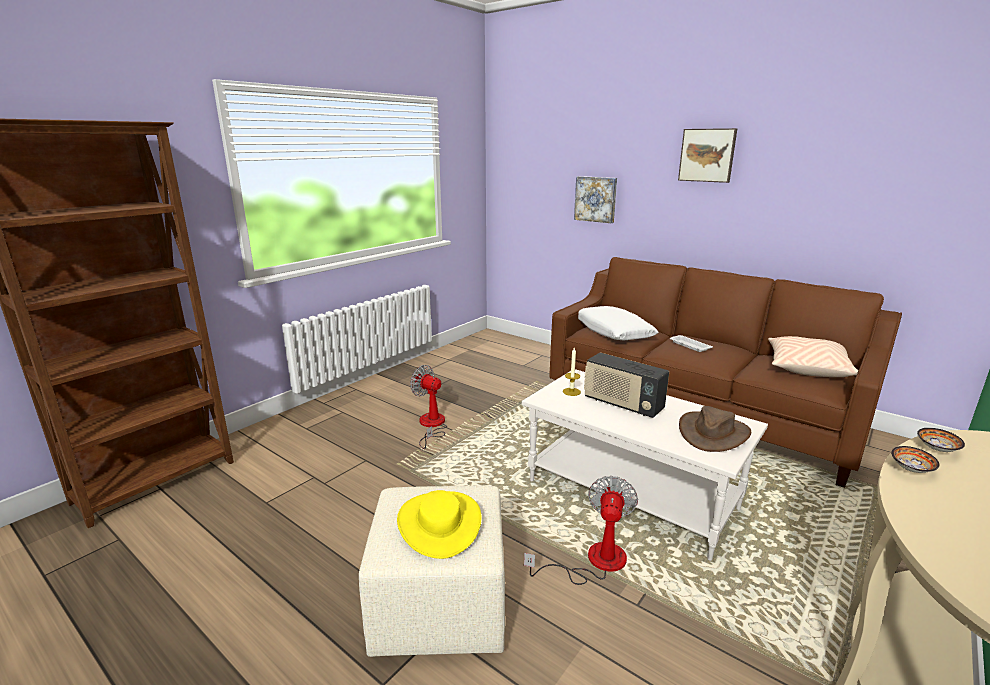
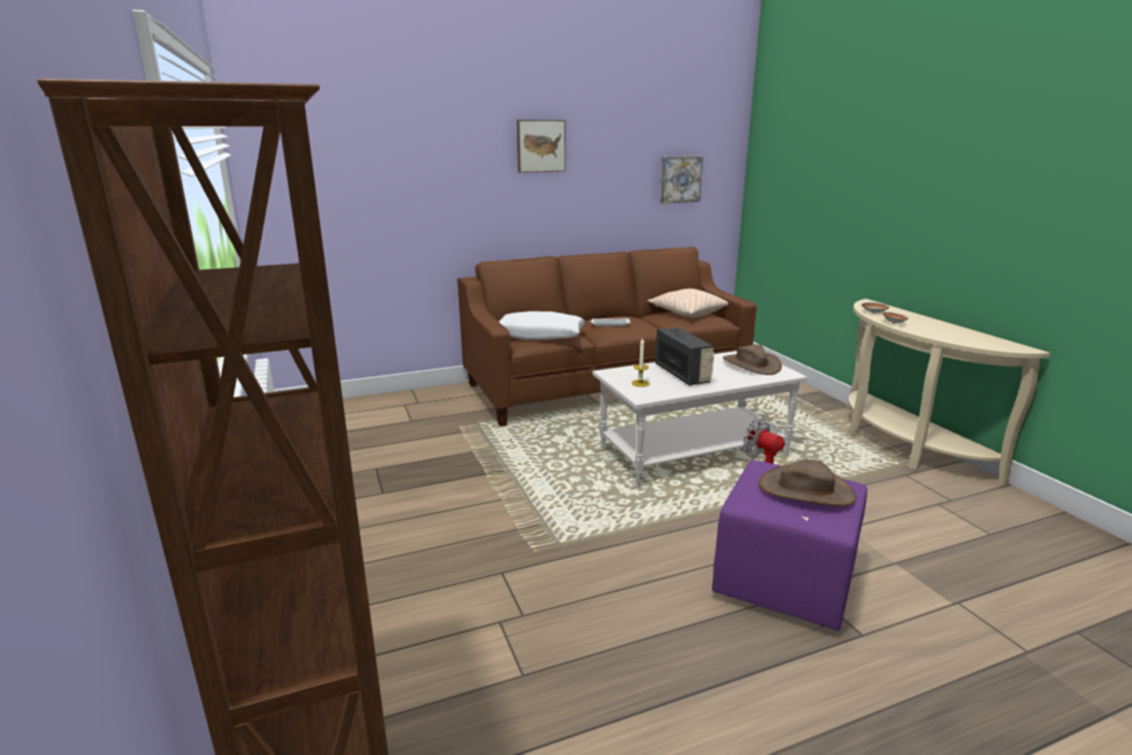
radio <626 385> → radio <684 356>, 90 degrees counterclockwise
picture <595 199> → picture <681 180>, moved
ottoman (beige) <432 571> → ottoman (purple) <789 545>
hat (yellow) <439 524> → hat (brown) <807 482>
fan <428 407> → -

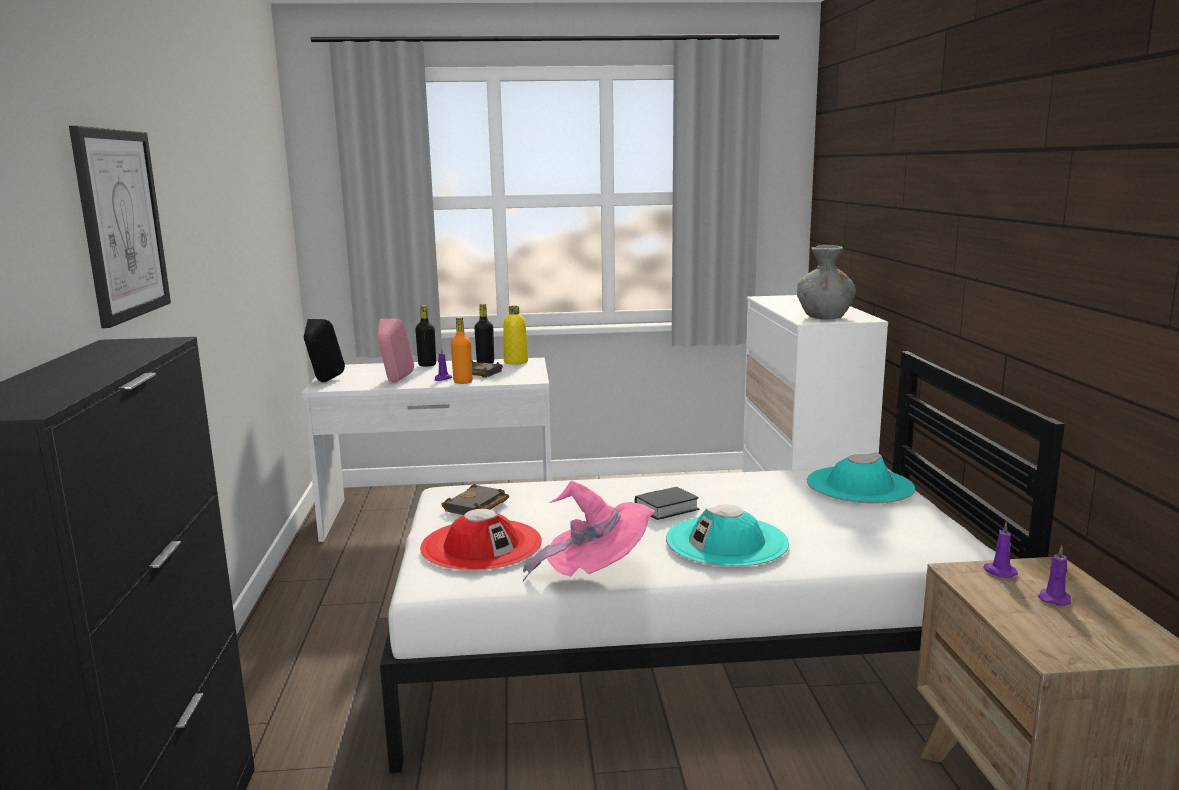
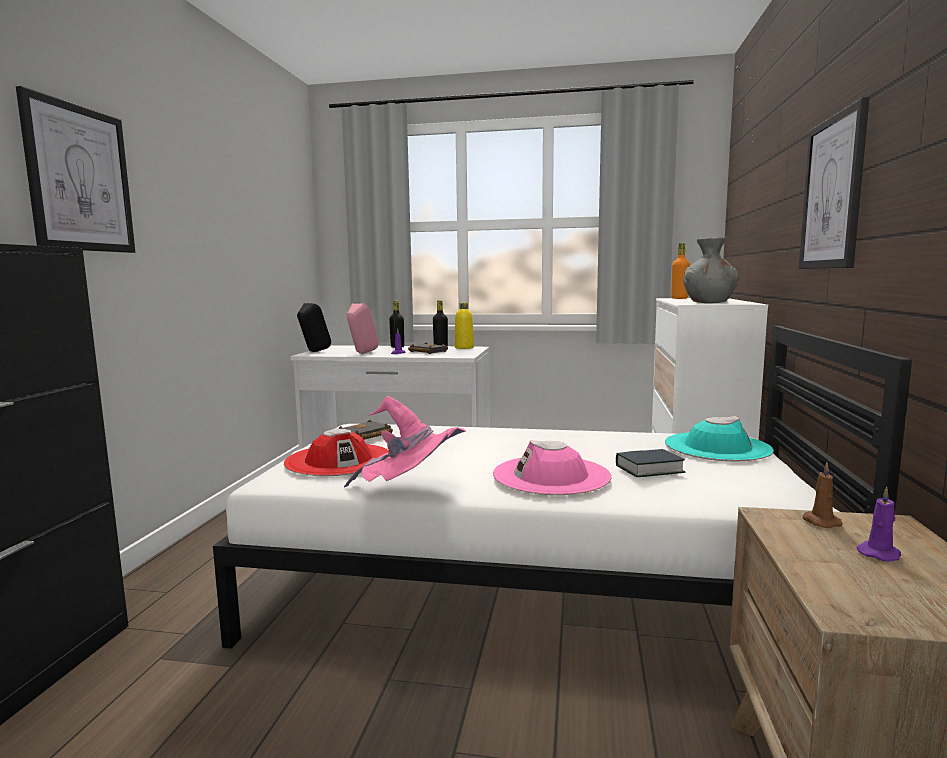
hat (turquoise) <727 536> → hat (pink) <552 468>
book <667 503> → book <651 463>, moved
bottle (orange) <461 350> → bottle (orange) <680 271>, moved
- → picture <834 183>
candle (purple) <1000 550> → candle (brown) <823 495>

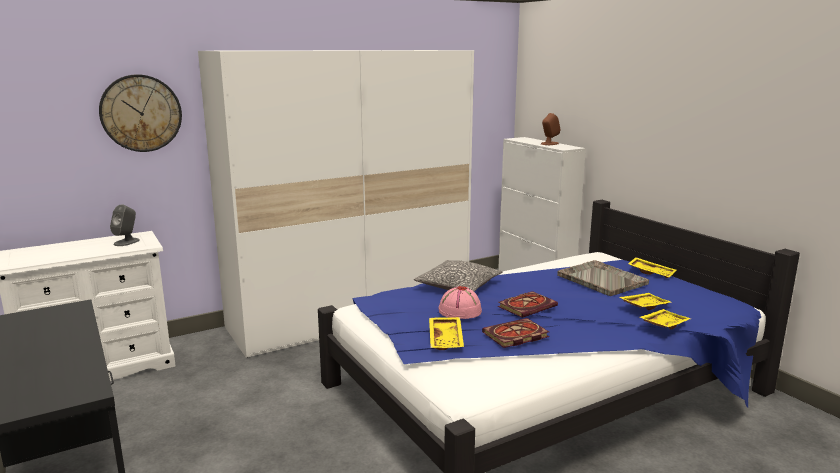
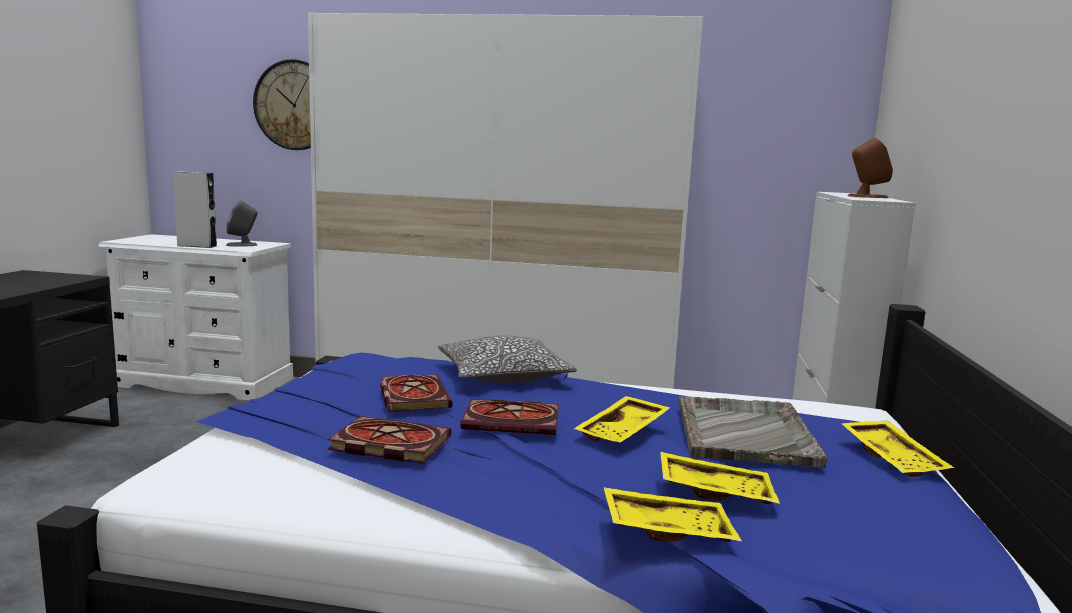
- → speaker (grey) <195 210>
hat (pink) <460 302> → book <416 393>
tray (yellow) <446 333> → tray (yellow) <622 419>, moved

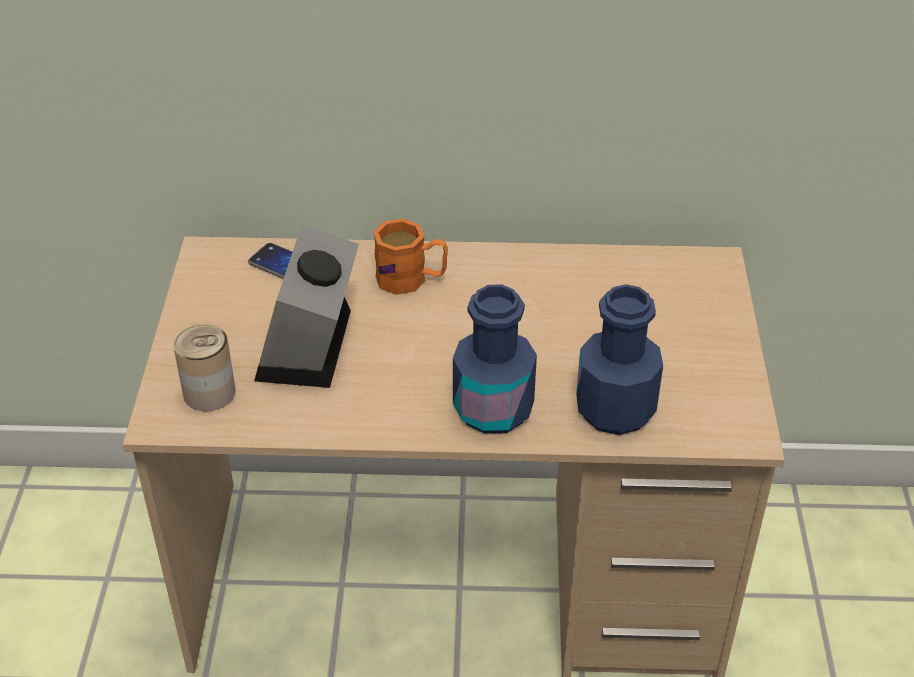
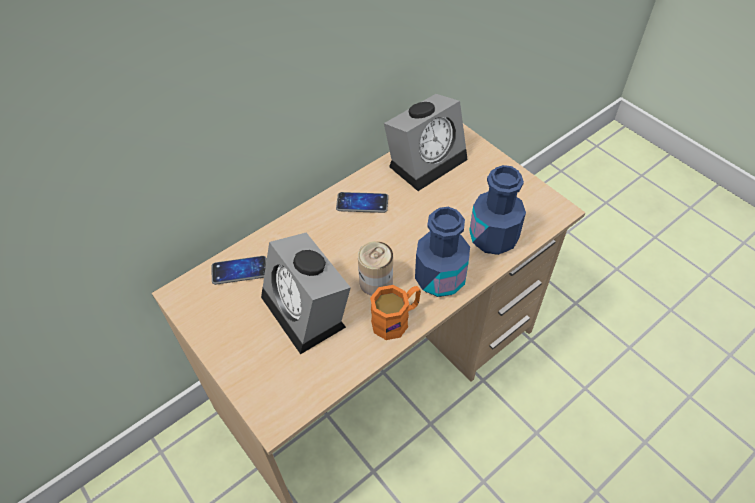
- → phone <362 202>
can <204 367> → can <375 268>, moved
mug (orange) <410 257> → mug (orange) <395 312>, moved
- → alarm clock <426 142>

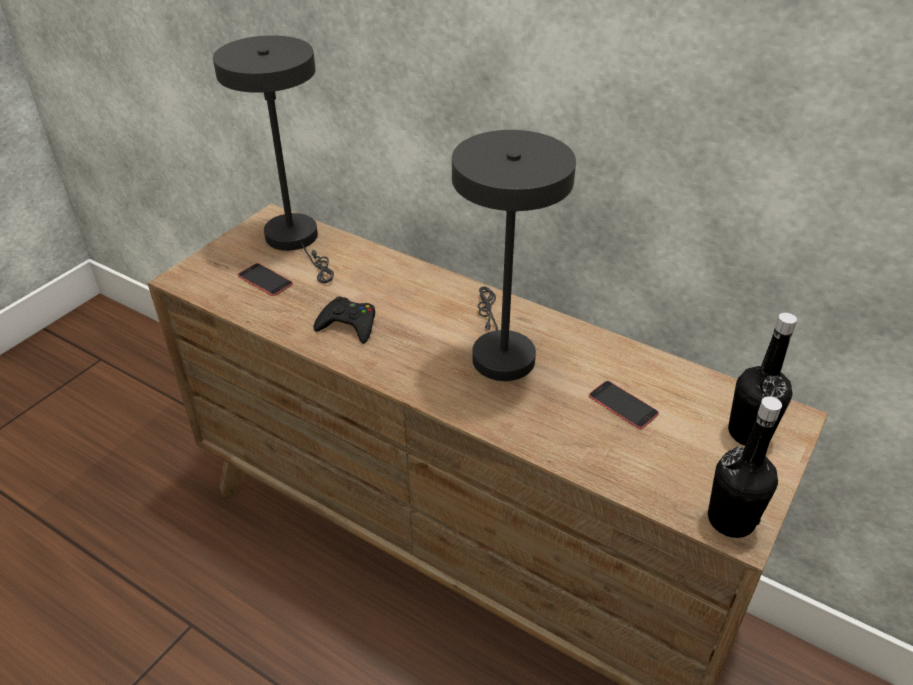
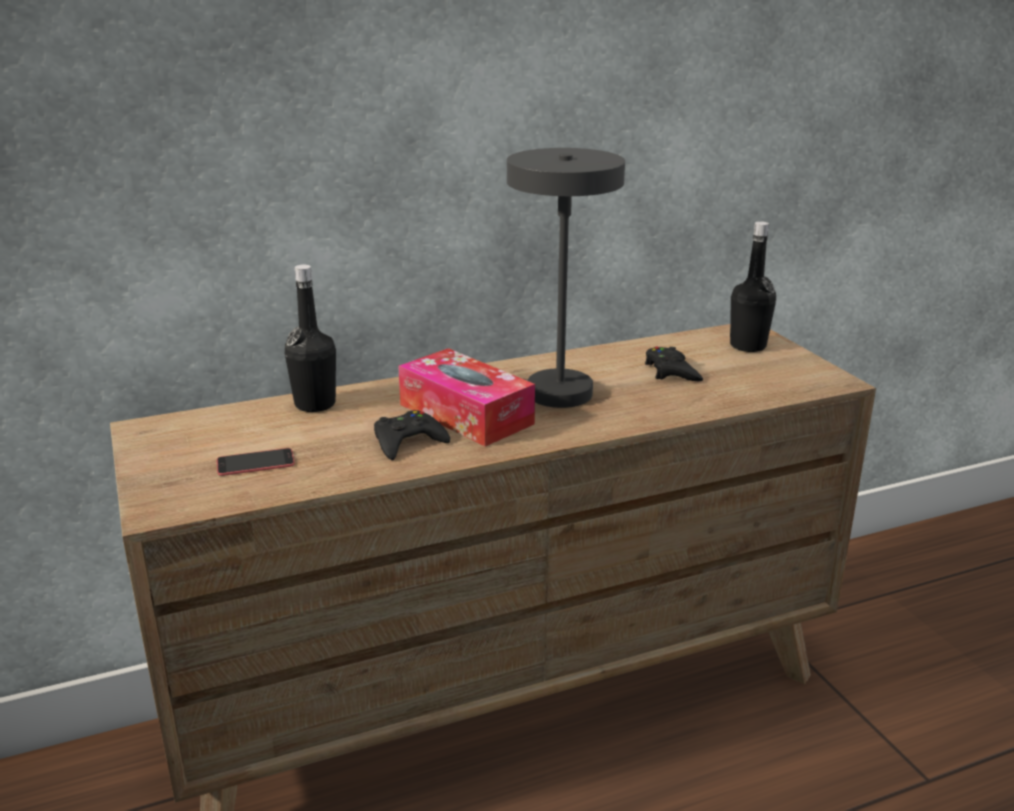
bottle (black) <745 467> → bottle (black) <310 338>, moved
- → tissue box <466 397>
phone <624 405> → game controller (black) <674 364>
table lamp (grey) <273 159> → -

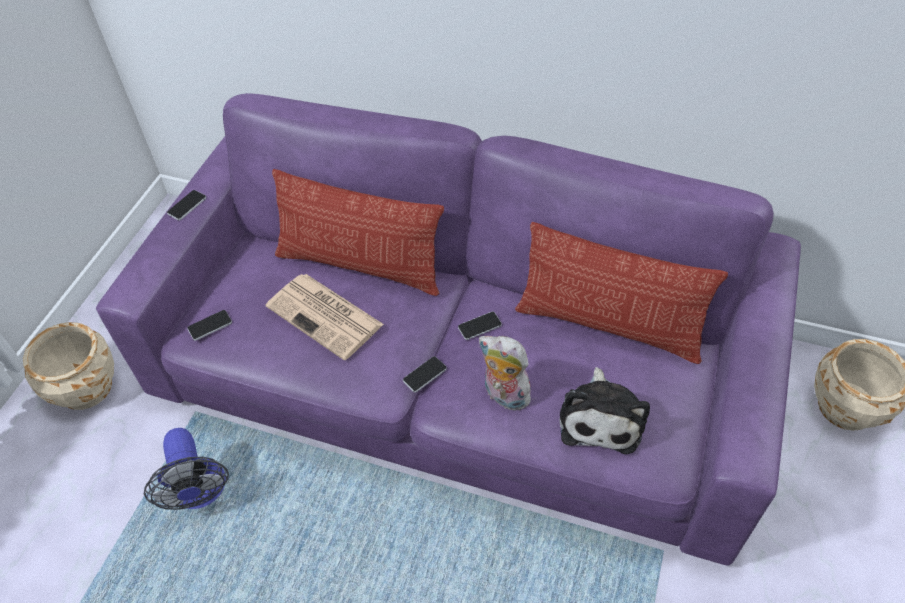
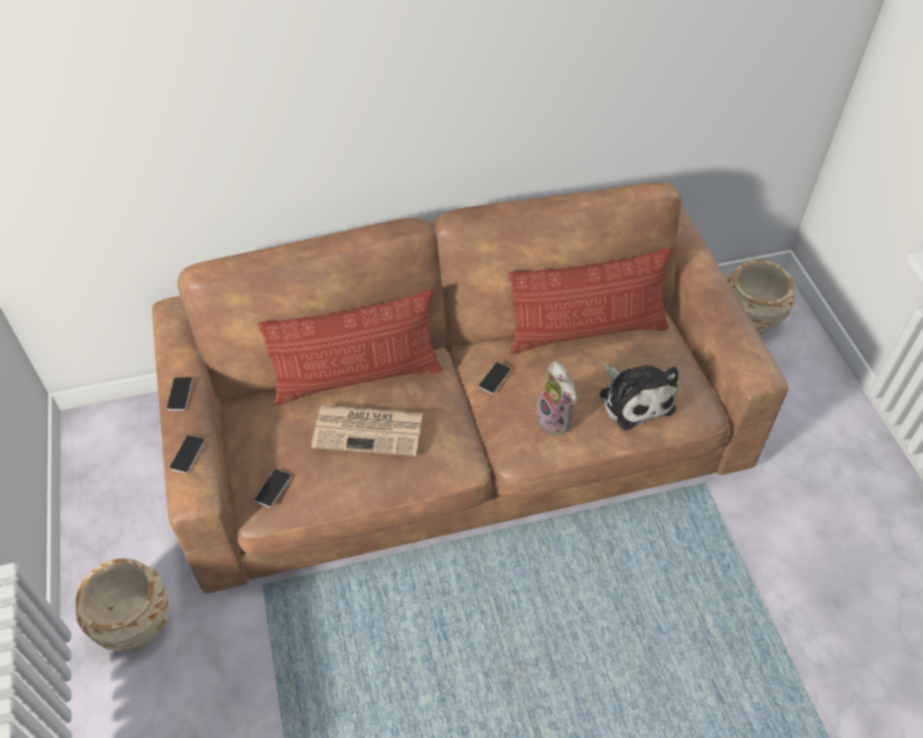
sofa (purple) <448 329> → sofa (brown) <470 388>
phone <425 374> → phone <187 454>, moved
plush toy <505 373> → plush toy <556 398>, 120 degrees counterclockwise
fan <186 469> → -

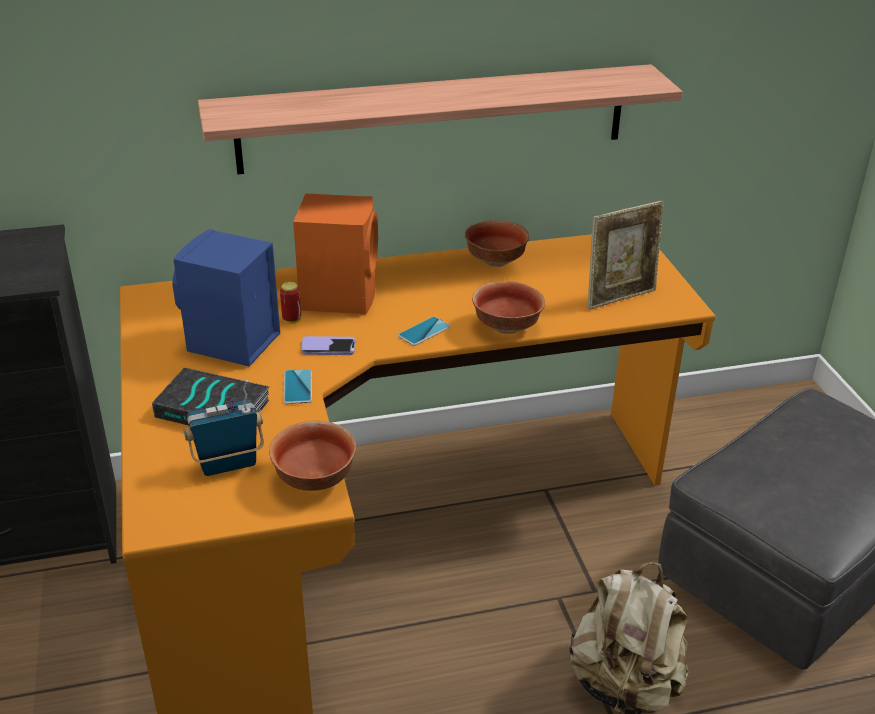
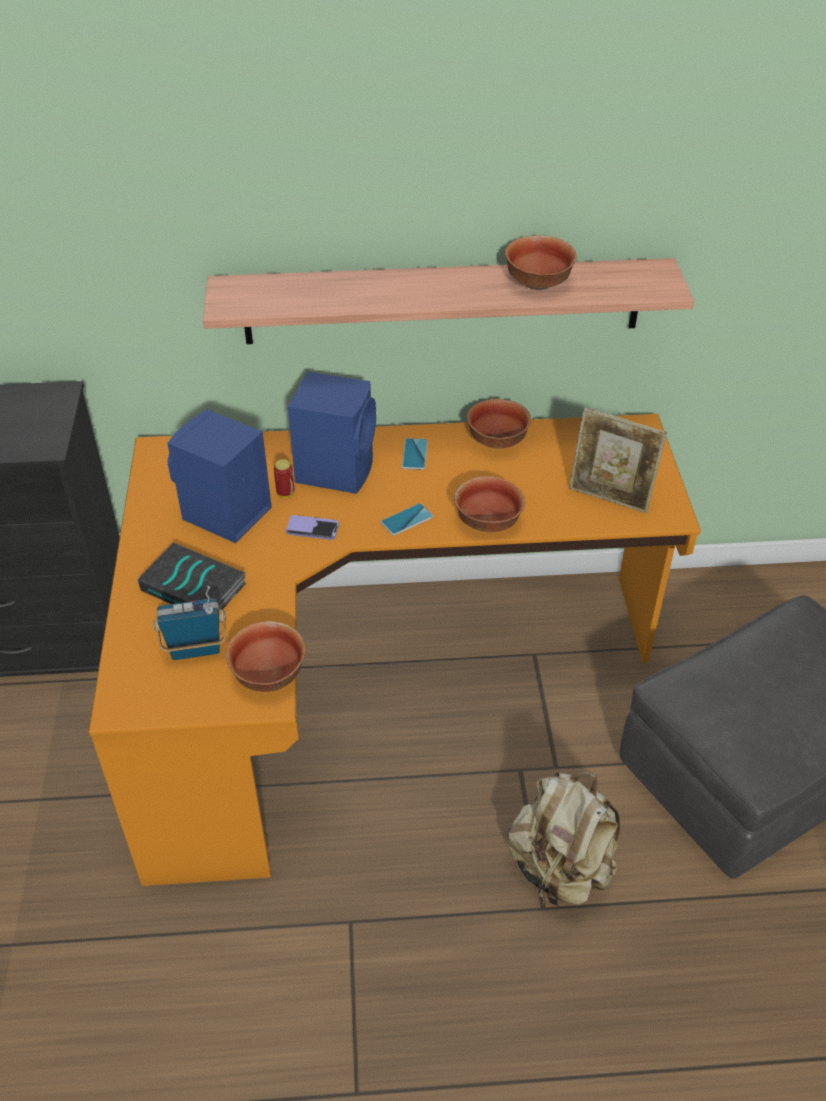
speaker (orange) <335 254> → speaker (blue) <332 433>
phone <297 386> → phone <415 454>, moved
- → bowl <541 262>
picture frame <626 255> → picture frame <618 460>, 45 degrees clockwise

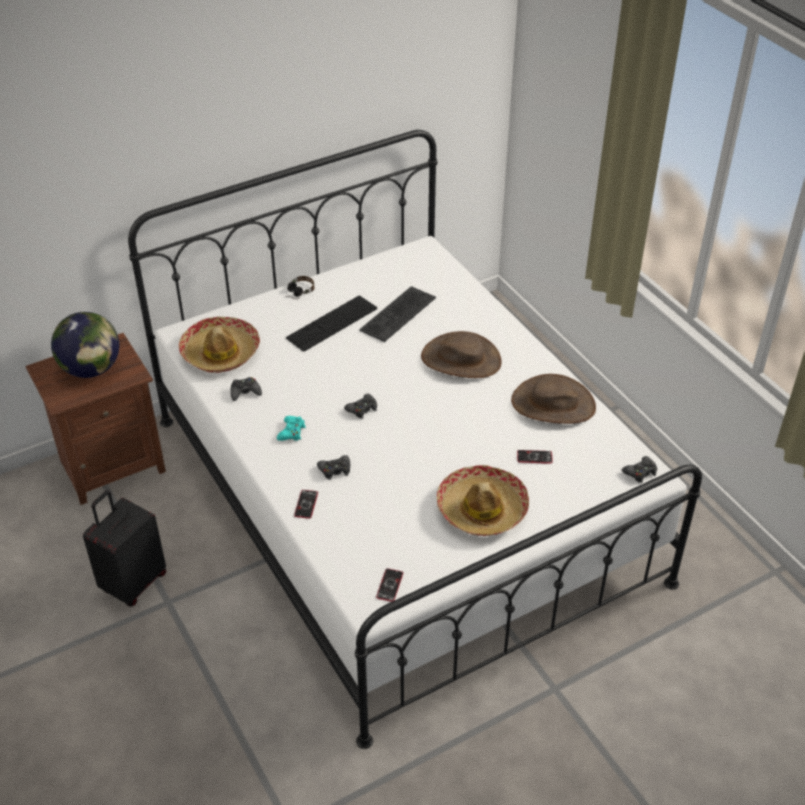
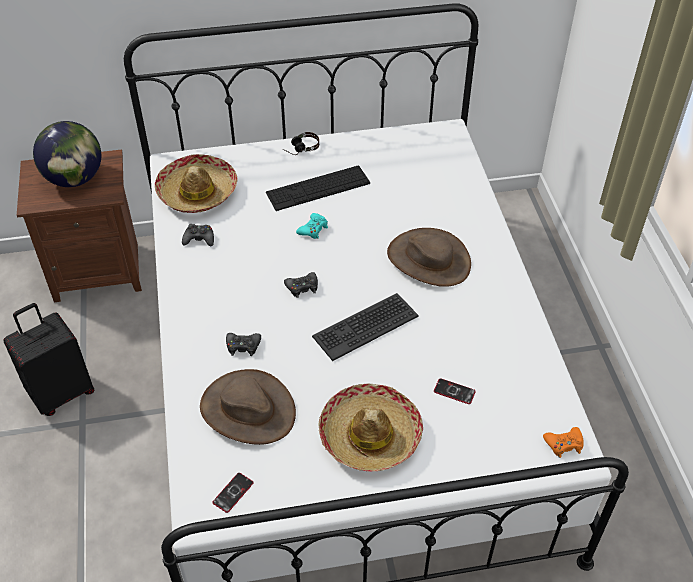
hat (brown) <553 399> → hat (brown) <248 407>, moved
game controller (turquoise) <291 428> → game controller (turquoise) <312 226>, moved
keyboard <397 314> → keyboard <365 327>, moved
game controller (black) <639 469> → game controller (orange) <563 442>
phone <306 504> → -

